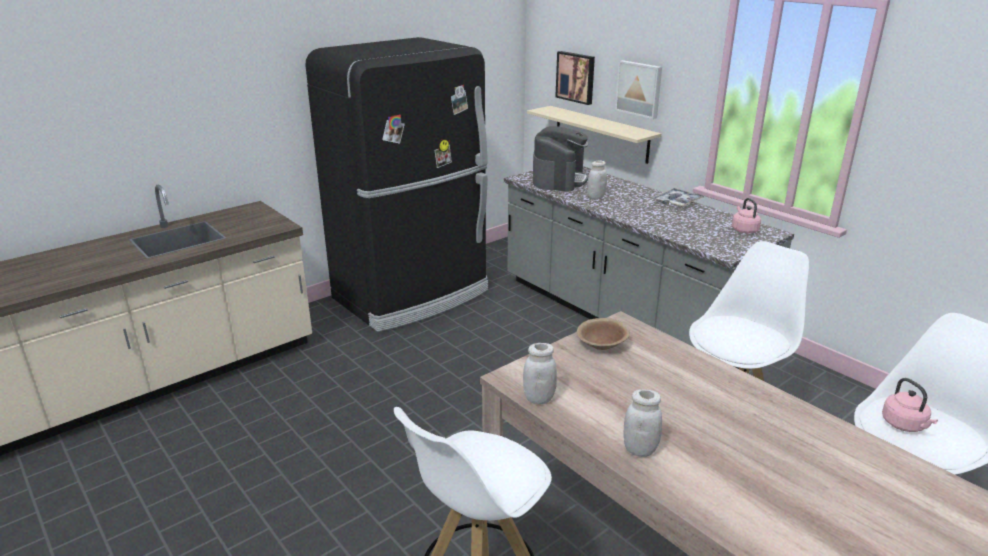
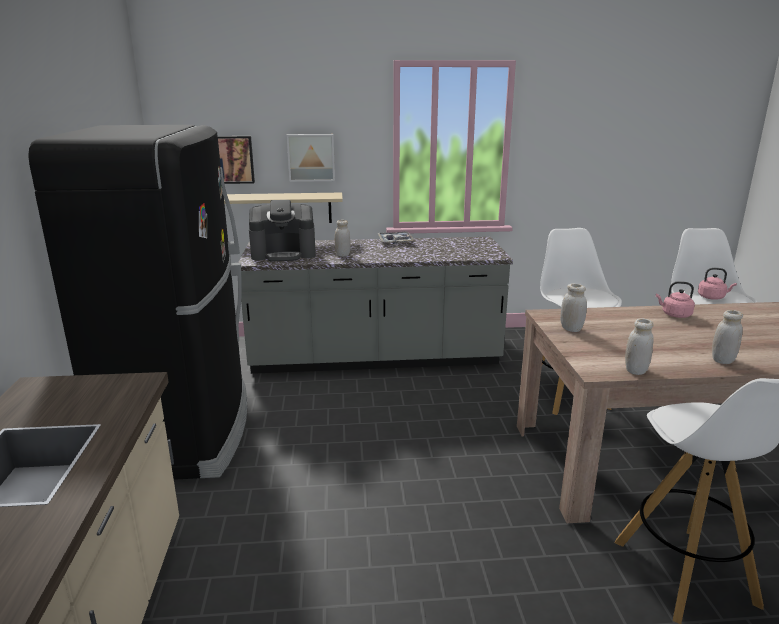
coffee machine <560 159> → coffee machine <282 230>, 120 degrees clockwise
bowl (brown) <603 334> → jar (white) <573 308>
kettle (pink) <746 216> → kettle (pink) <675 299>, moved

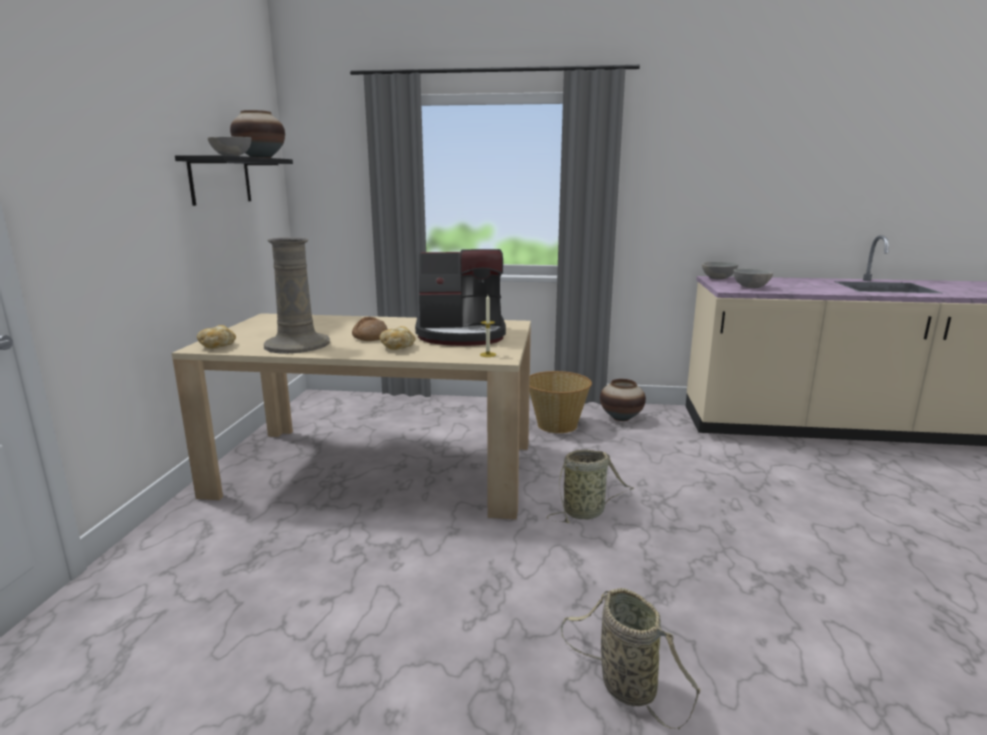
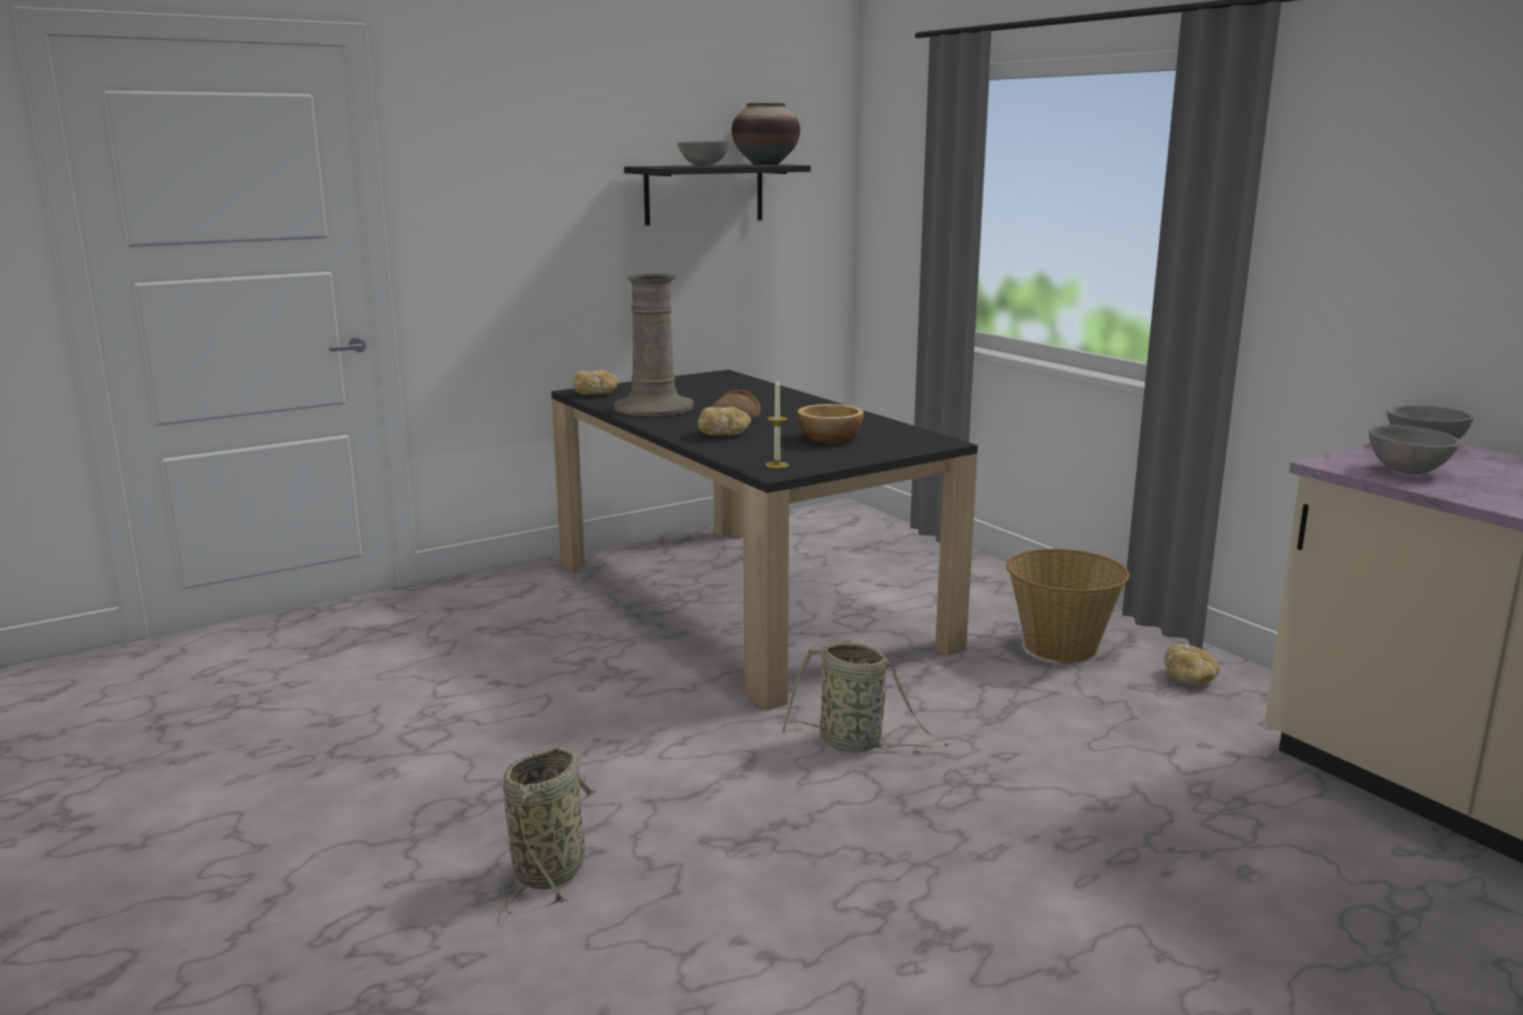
dining table (beige) <351 416> → dining table (black) <764 540>
coffee machine <460 297> → bowl <830 424>
vase <623 400> → bread <1192 664>

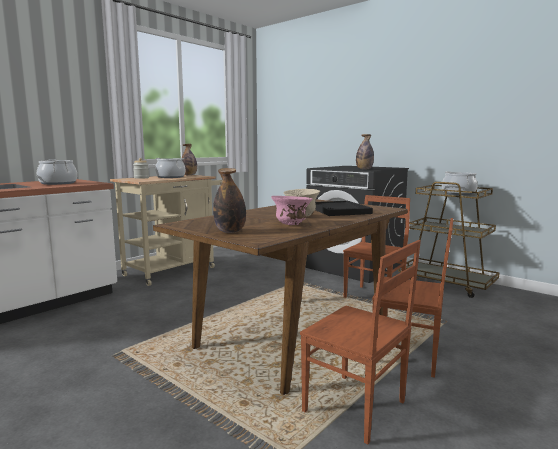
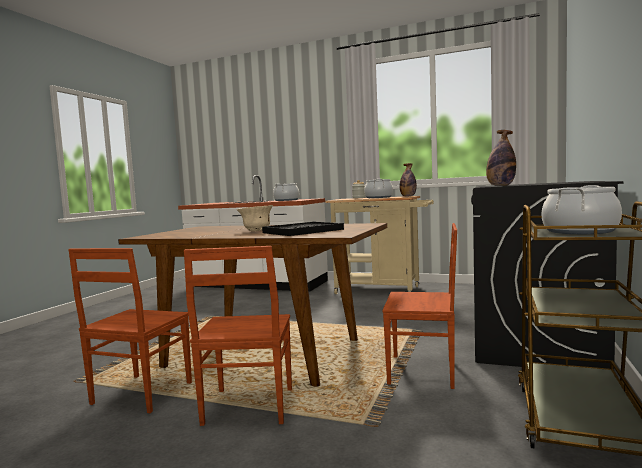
bottle <229 200> → -
bowl (pink) <292 210> → -

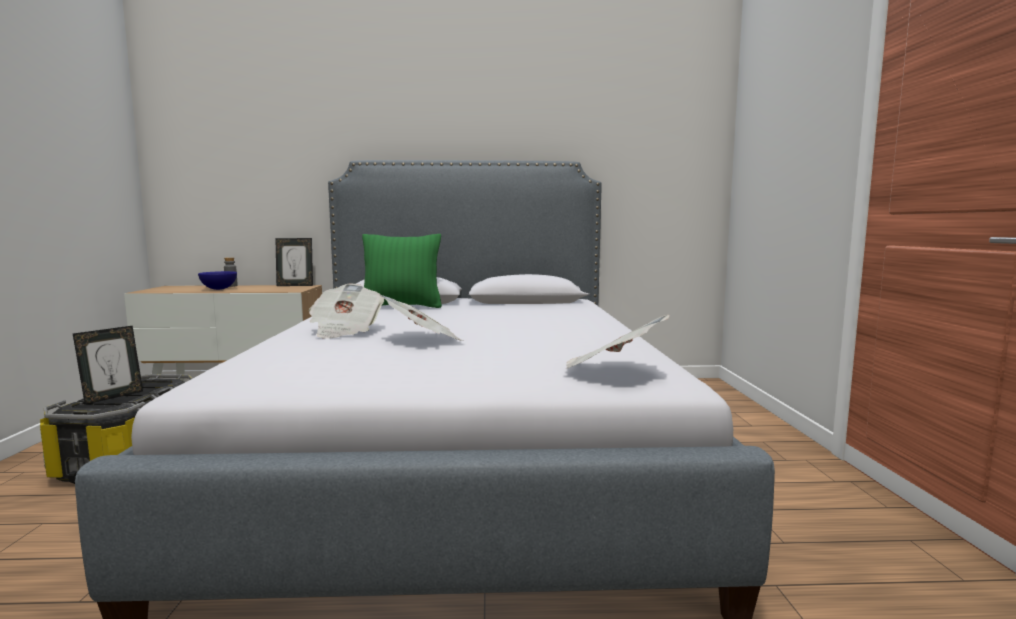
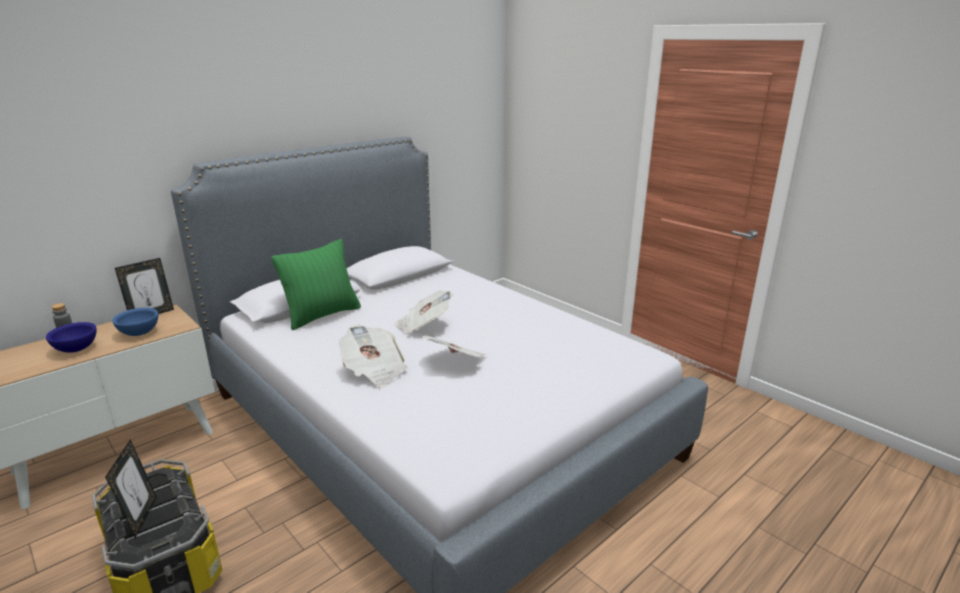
- → bowl (blue) <135 322>
newspaper <617 342> → newspaper <423 312>, moved

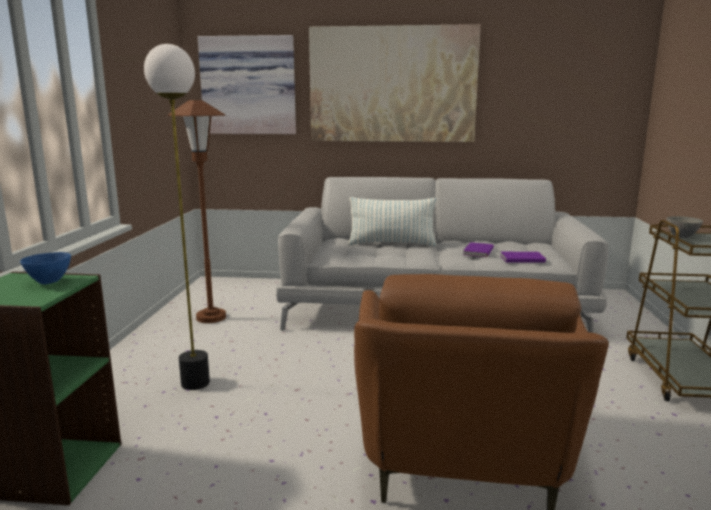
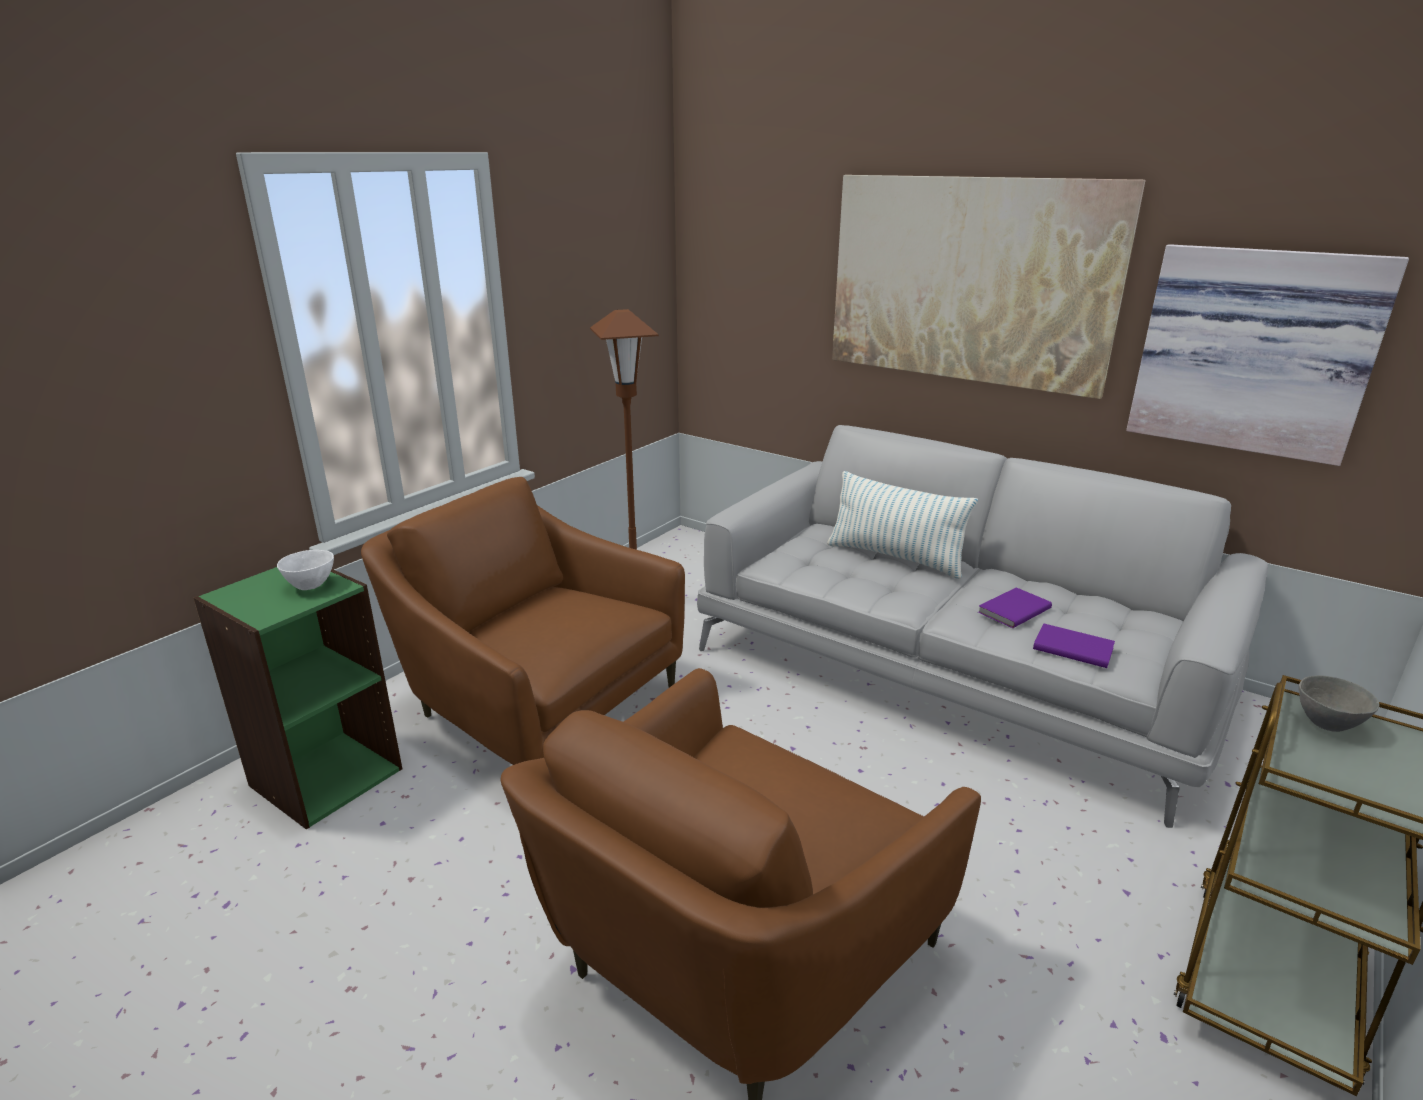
bowl (blue) <45 268> → bowl (white) <305 570>
floor lamp <177 217> → armchair (brown) <523 621>
picture <247 84> → picture <1267 355>, moved

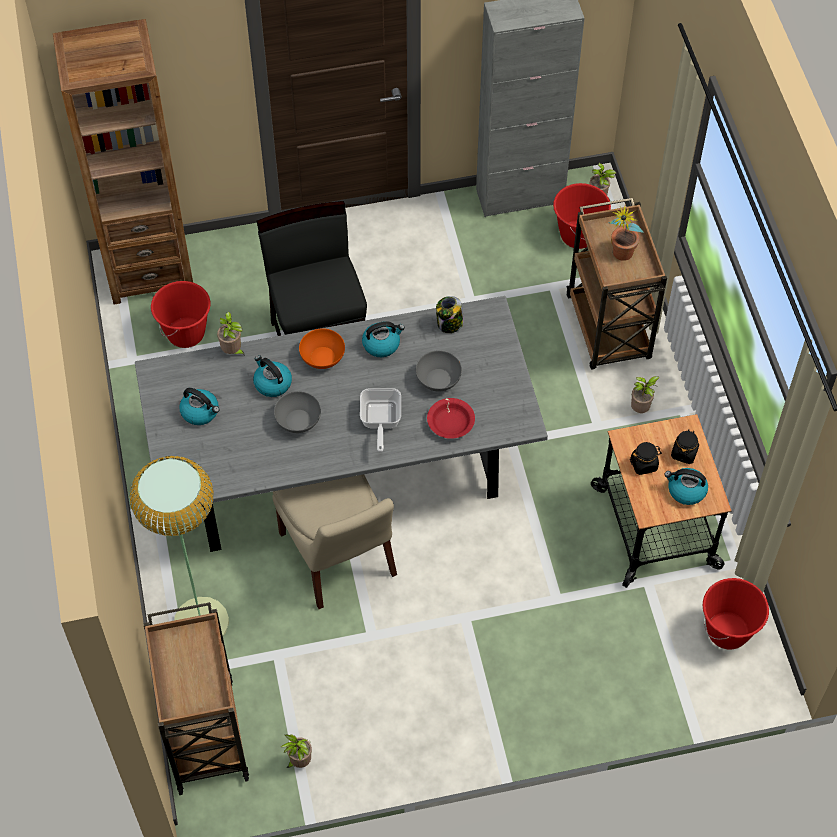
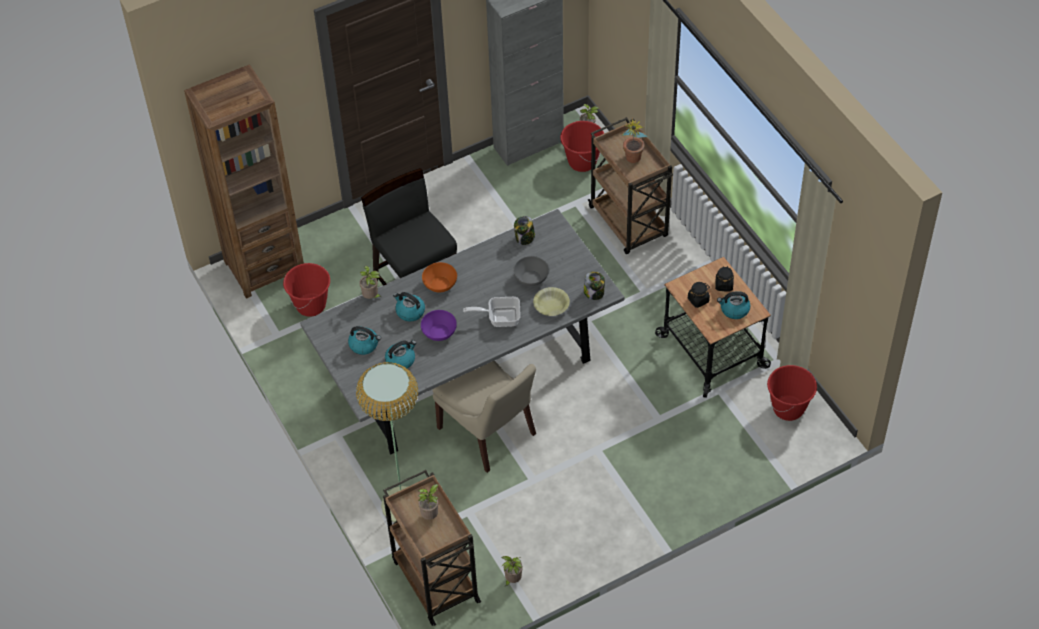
kettle <383 339> → kettle <400 354>, moved
potted plant <645 394> → potted plant <428 502>, moved
bowl (grey) <297 412> → bowl (purple) <439 325>
frying pan <380 420> → frying pan <492 312>, 105 degrees clockwise
bowl (red) <451 418> → bowl (yellow) <551 301>
- → jar <594 286>

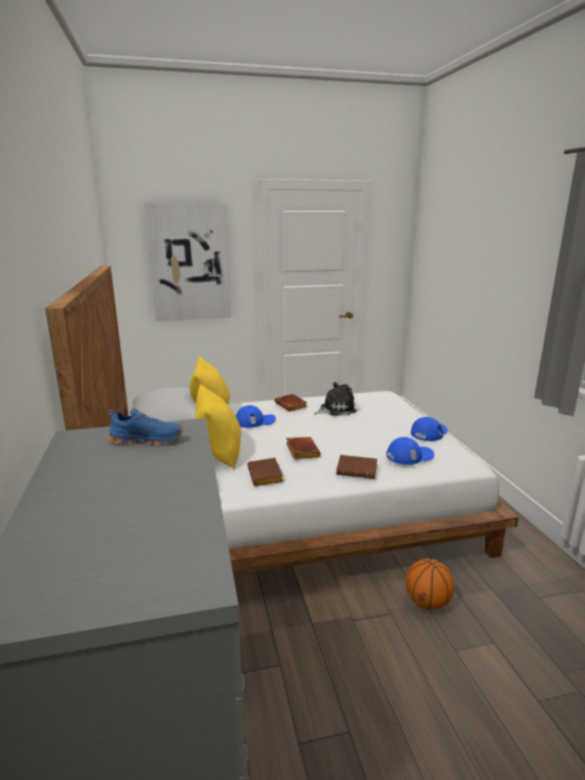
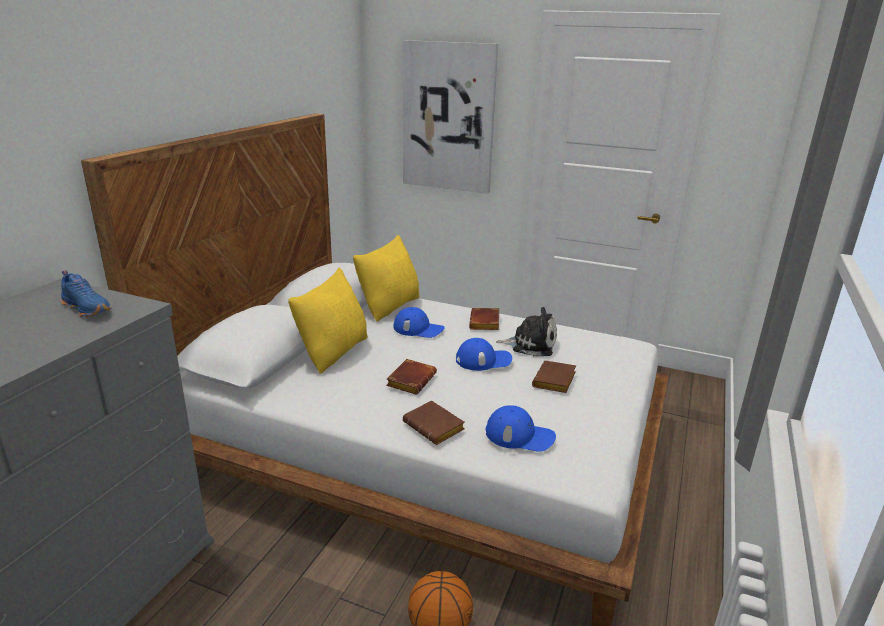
cap (blue) <429 429> → cap (blue) <484 354>, moved
book (brown) <265 472> → book (brown) <554 377>, moved

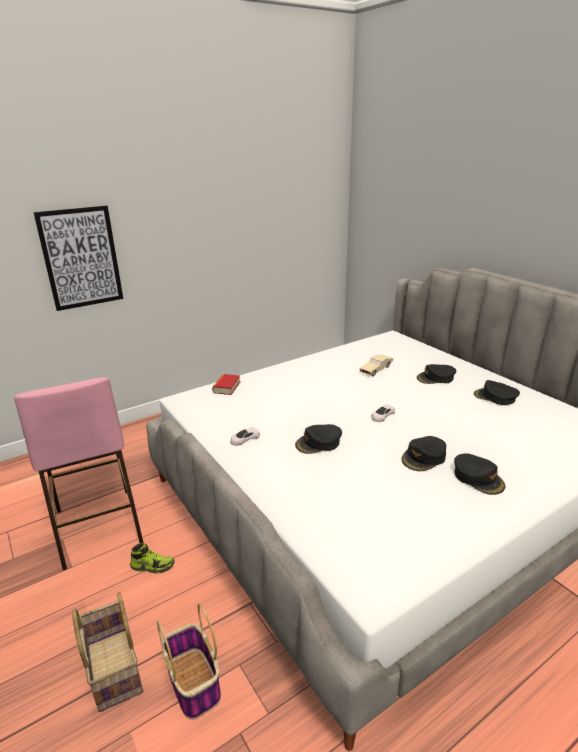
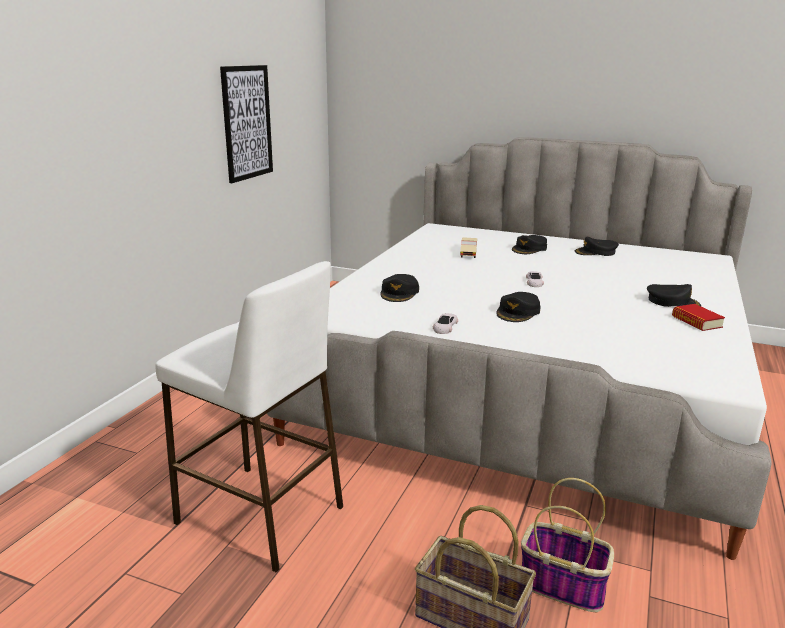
stool (pink) <78 473> → stool (white) <249 416>
picture <78 258> → picture <246 124>, moved
cap (black) <423 453> → cap (black) <400 288>, moved
book <226 384> → book <698 317>, moved
shoe <152 558> → -

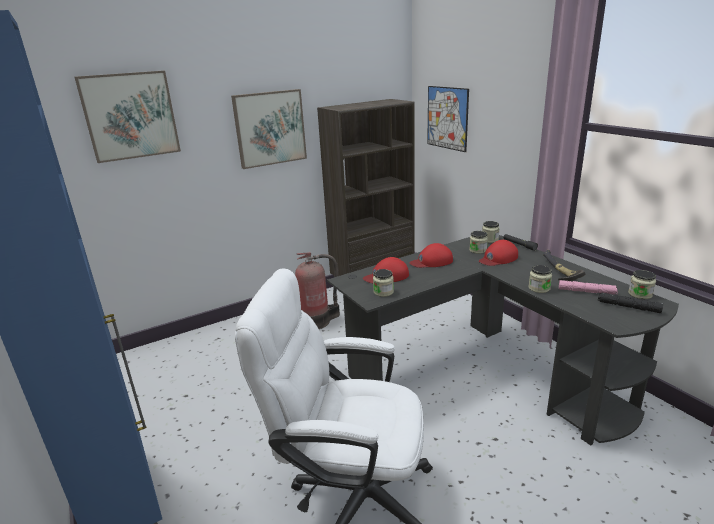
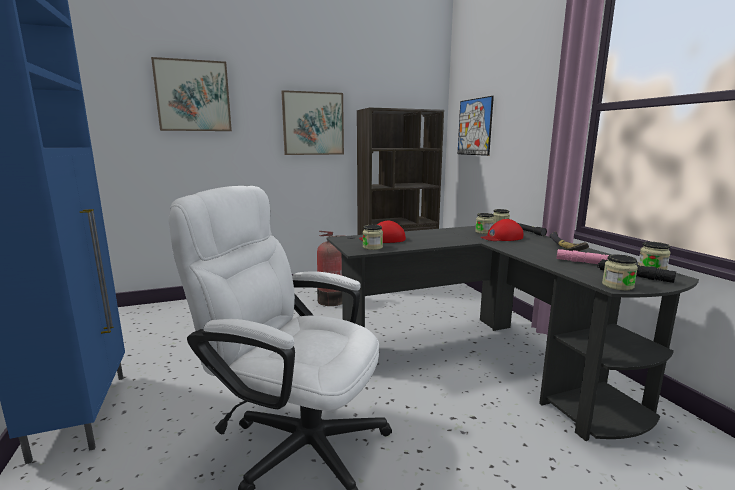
jar <540 279> → jar <620 272>, moved
cap (red) <431 255> → -

